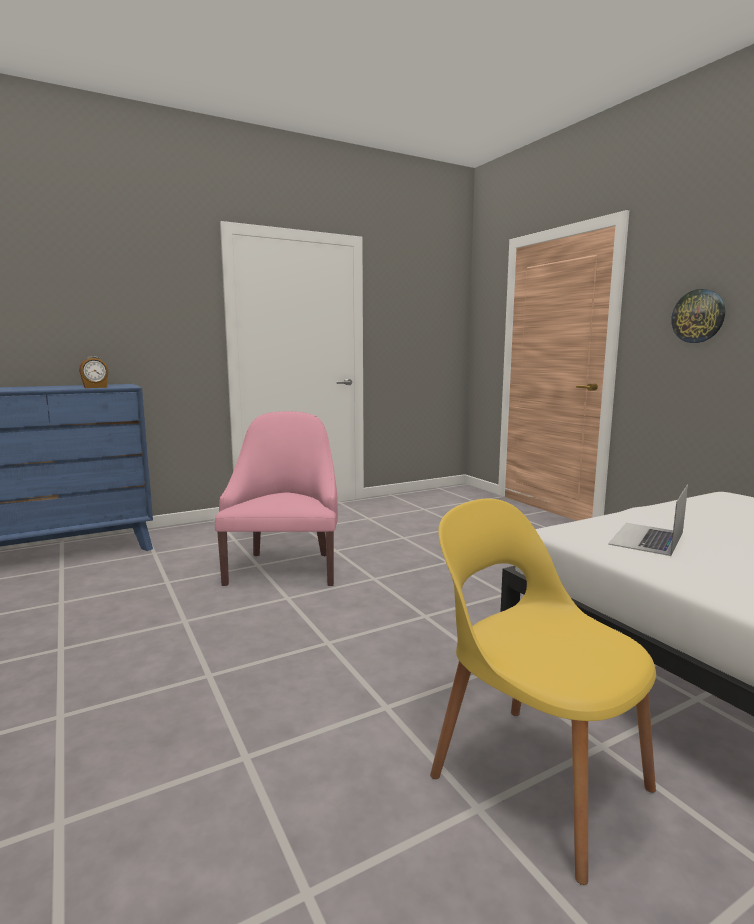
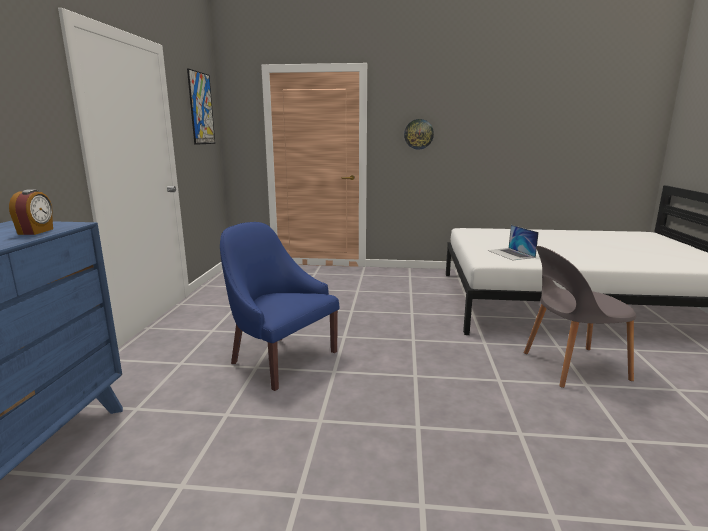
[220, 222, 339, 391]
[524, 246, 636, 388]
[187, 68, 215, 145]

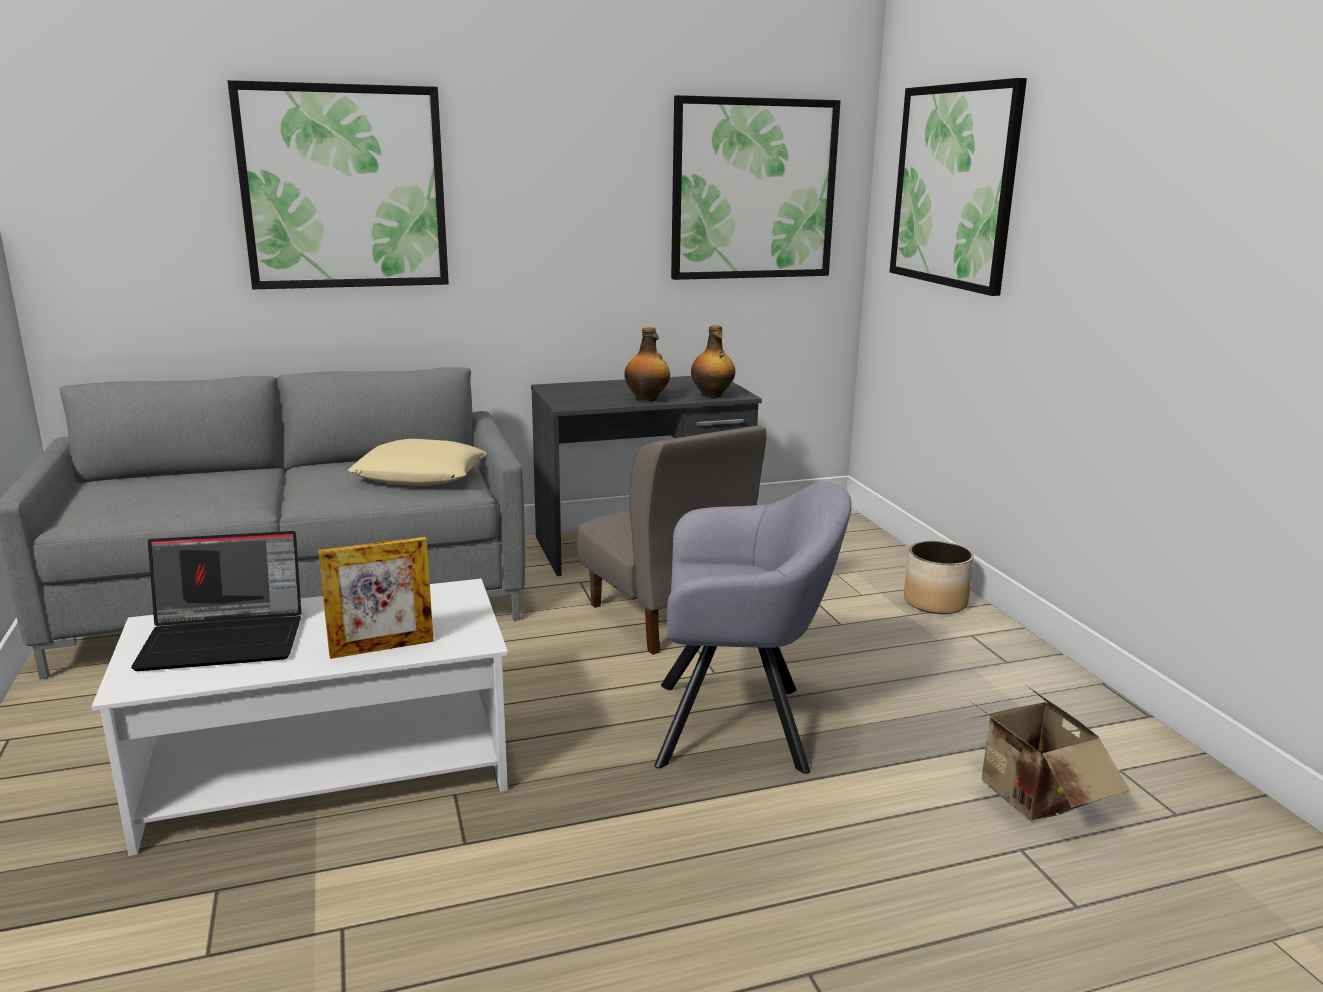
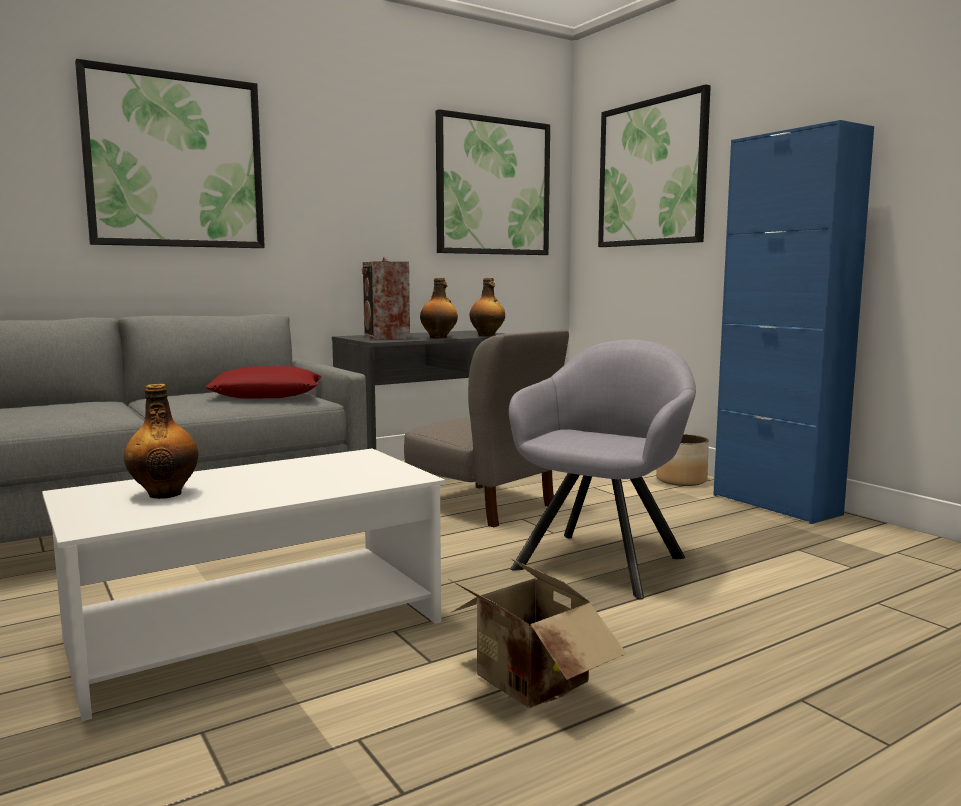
[124, 384, 198, 499]
[318, 536, 434, 659] (first image)
[205, 366, 321, 399]
[509, 339, 696, 599]
[447, 558, 627, 708]
[362, 257, 410, 340]
[713, 120, 874, 524]

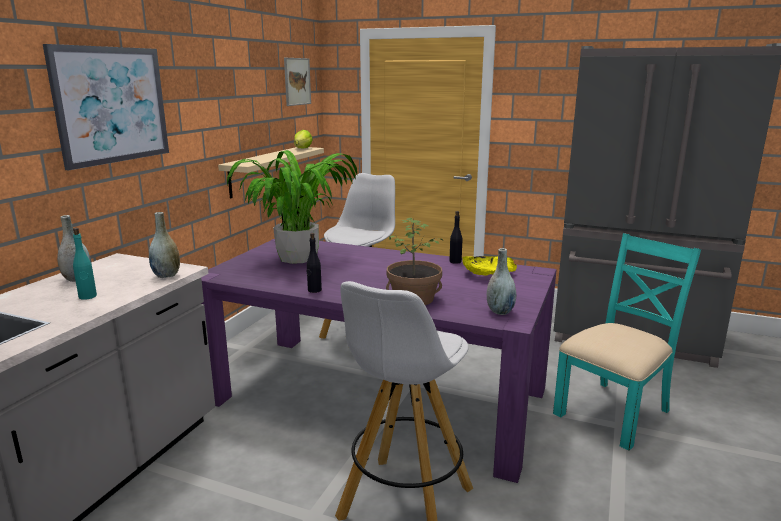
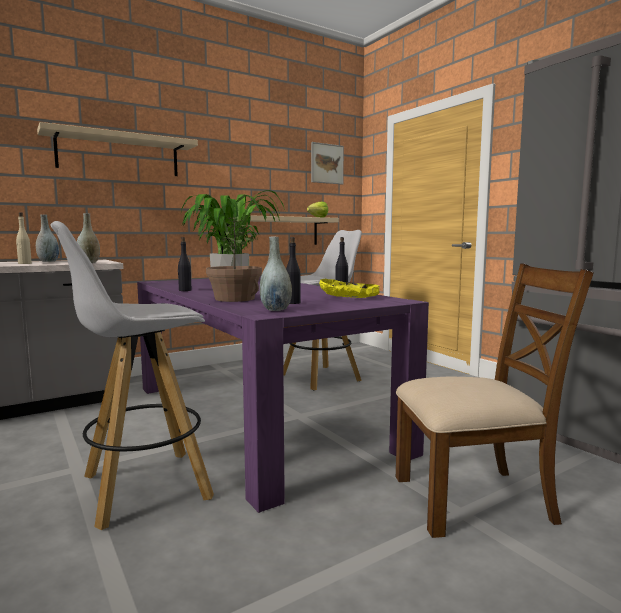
[37, 122, 198, 176]
[16, 212, 32, 264]
[396, 263, 594, 538]
[286, 237, 300, 304]

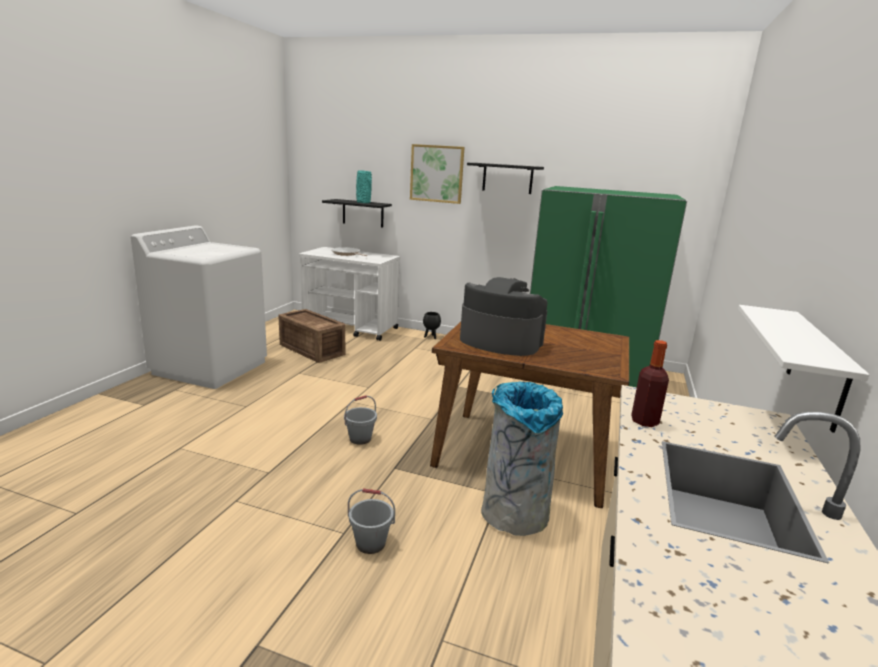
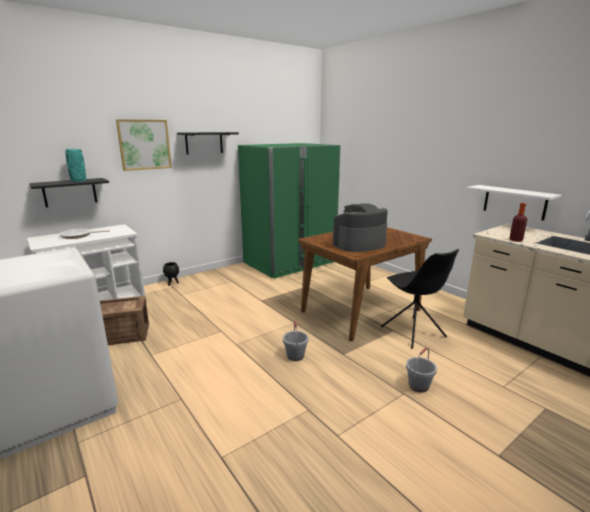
[381, 249, 459, 349]

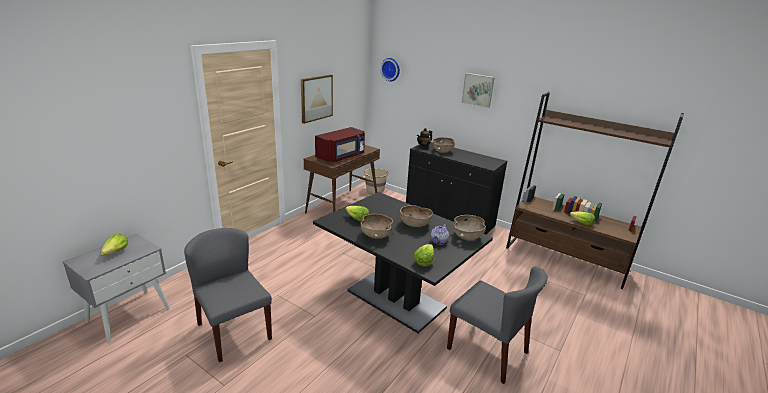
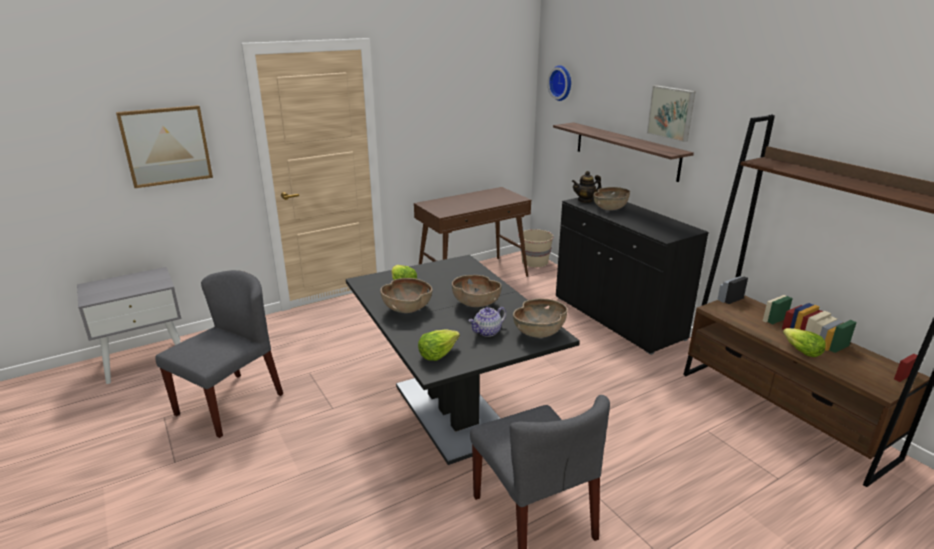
[100, 233, 128, 255] (first image)
[155, 270, 283, 438]
[116, 105, 213, 188]
[315, 127, 365, 163] (first image)
[553, 122, 694, 182]

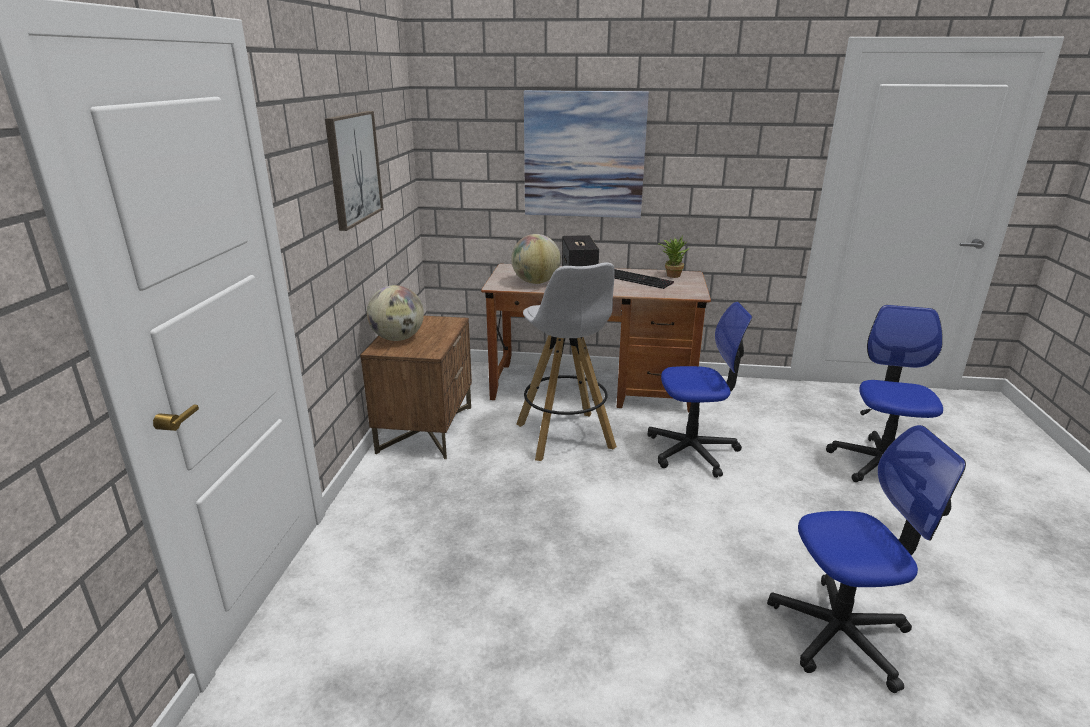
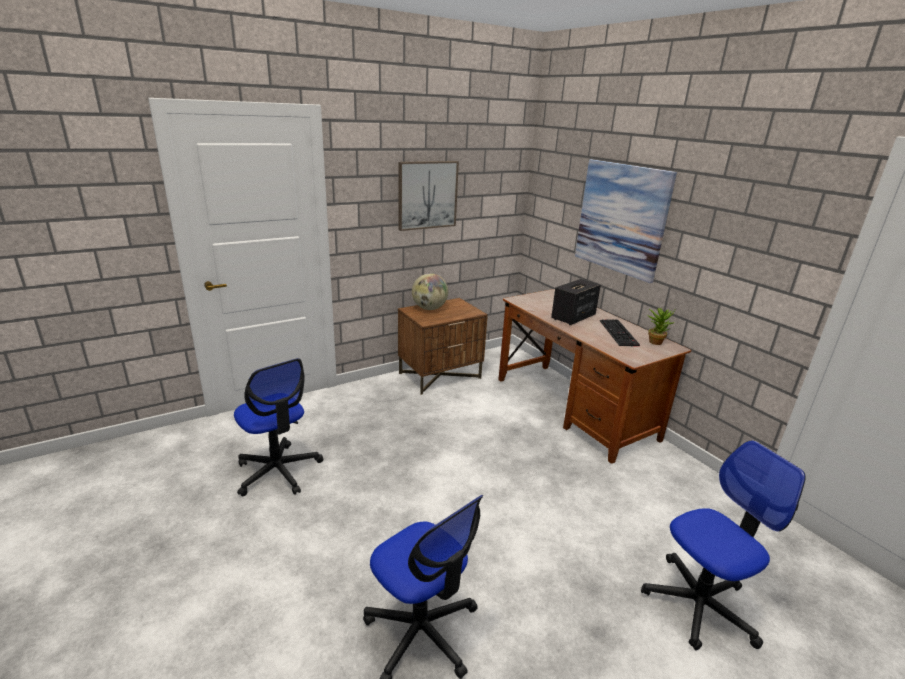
[511, 234, 561, 284] (first image)
[517, 262, 617, 461] (first image)
[234, 358, 323, 496]

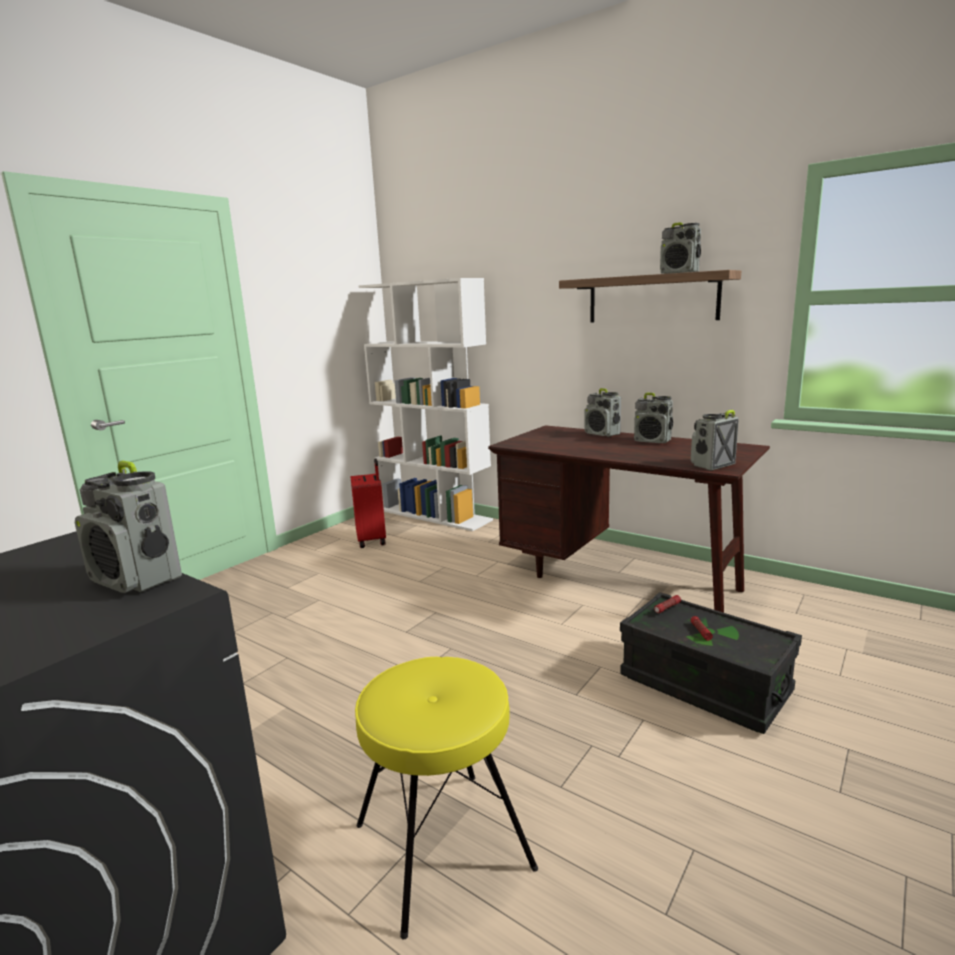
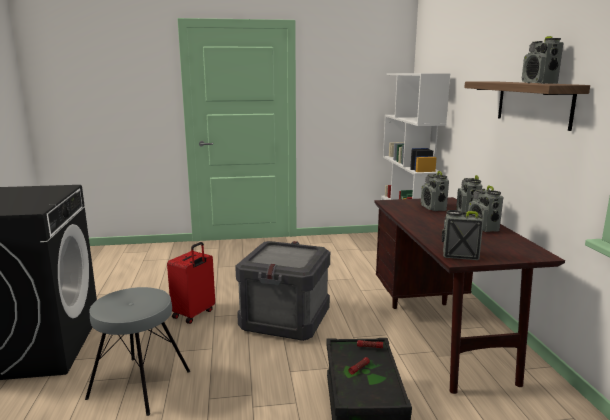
[421, 171, 449, 211]
[167, 242, 215, 324]
[85, 287, 190, 416]
[235, 241, 330, 341]

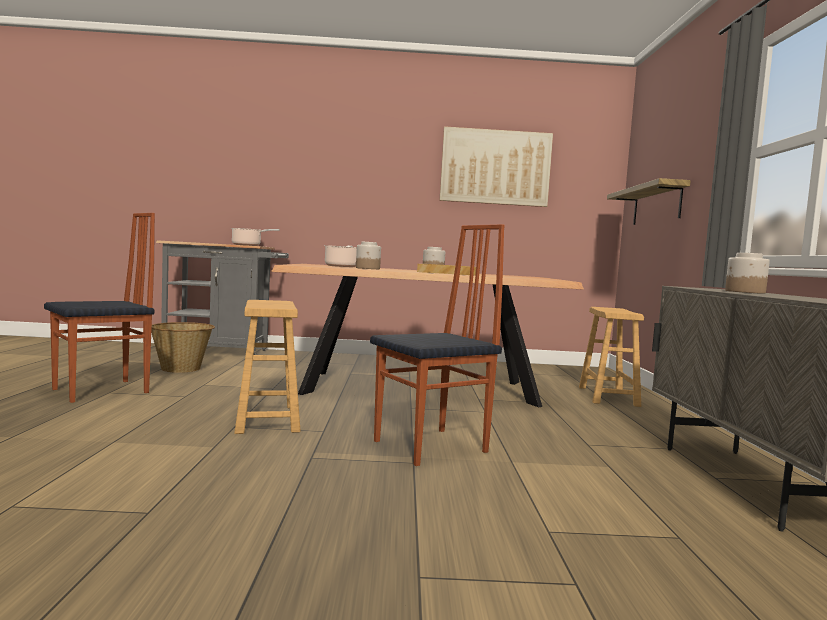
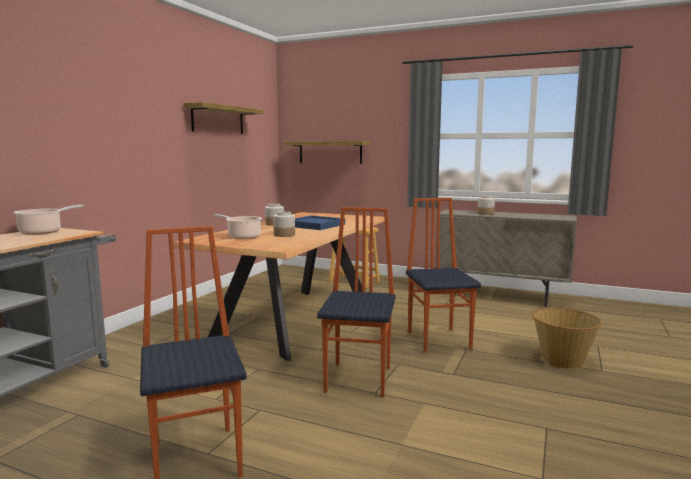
[532, 308, 602, 369]
[317, 207, 395, 398]
[295, 215, 345, 230]
[184, 102, 263, 134]

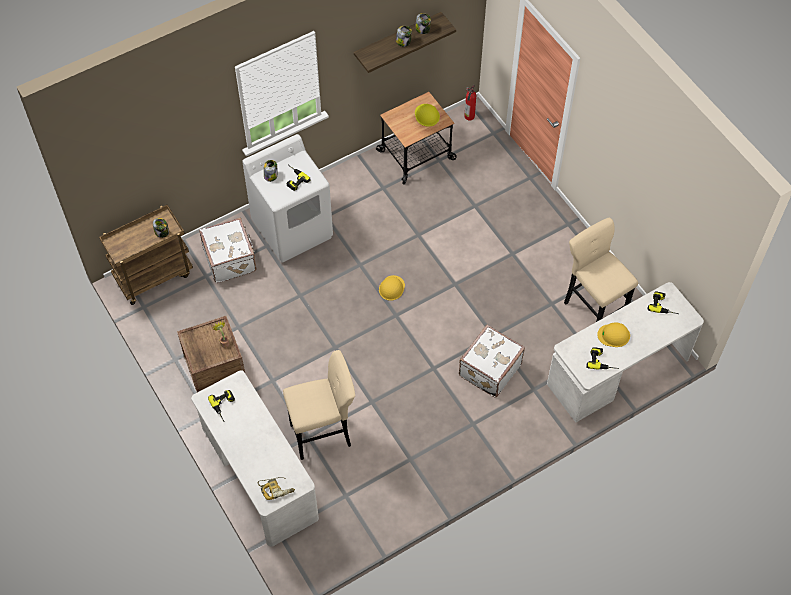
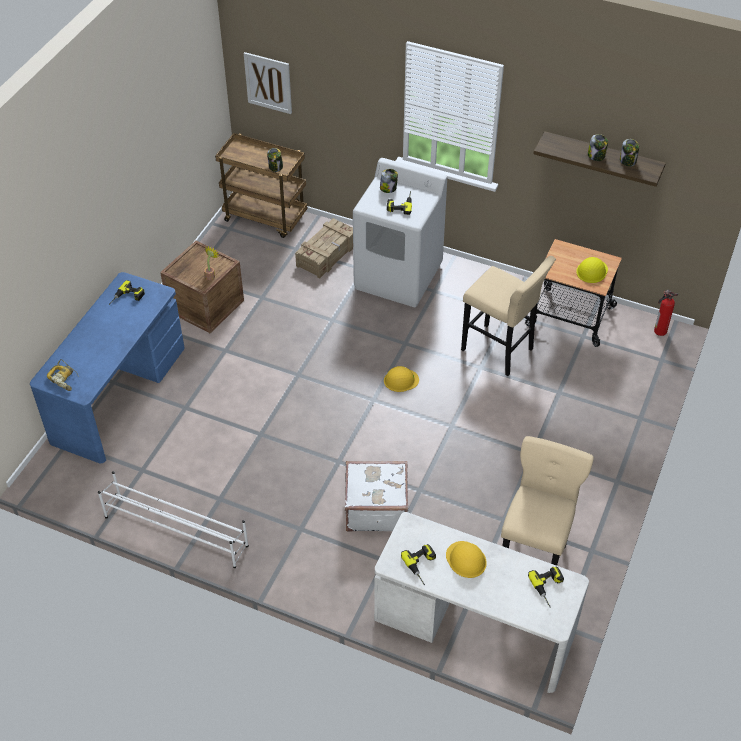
[30, 272, 185, 464]
[295, 218, 353, 279]
[461, 256, 556, 376]
[98, 471, 249, 568]
[244, 52, 292, 114]

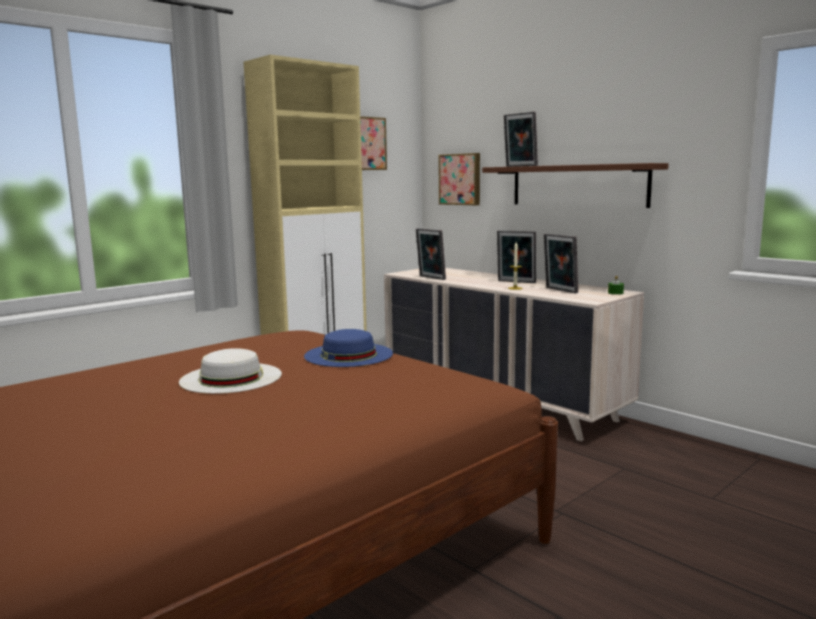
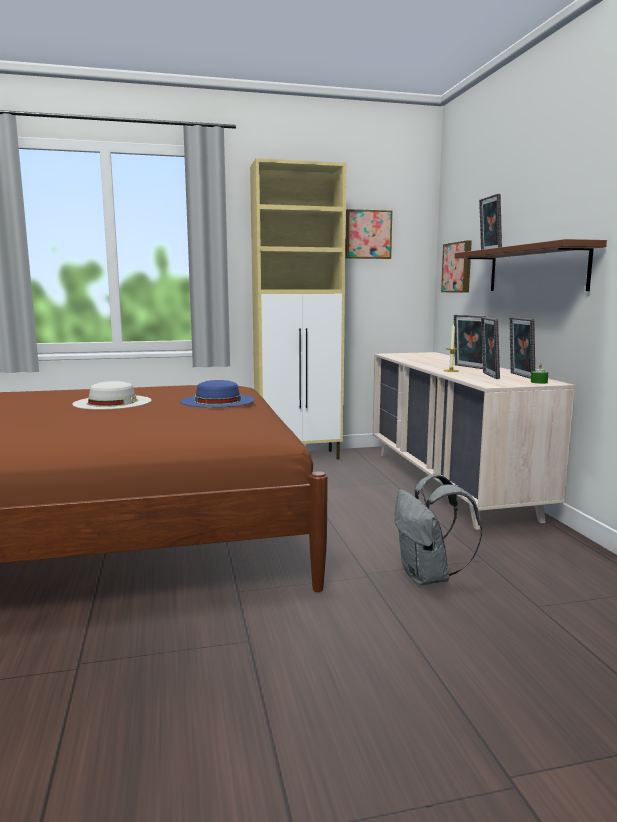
[509, 317, 535, 379]
[394, 474, 482, 585]

